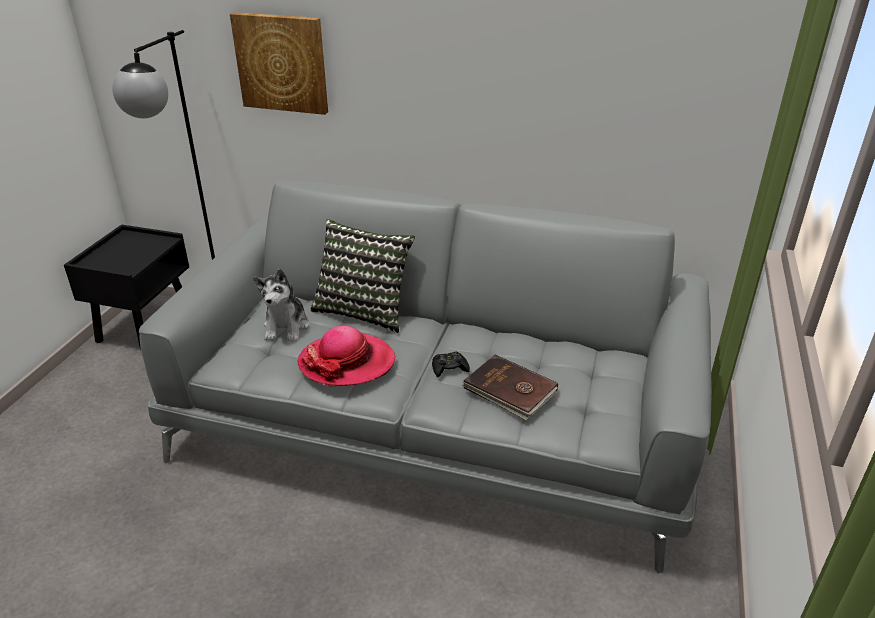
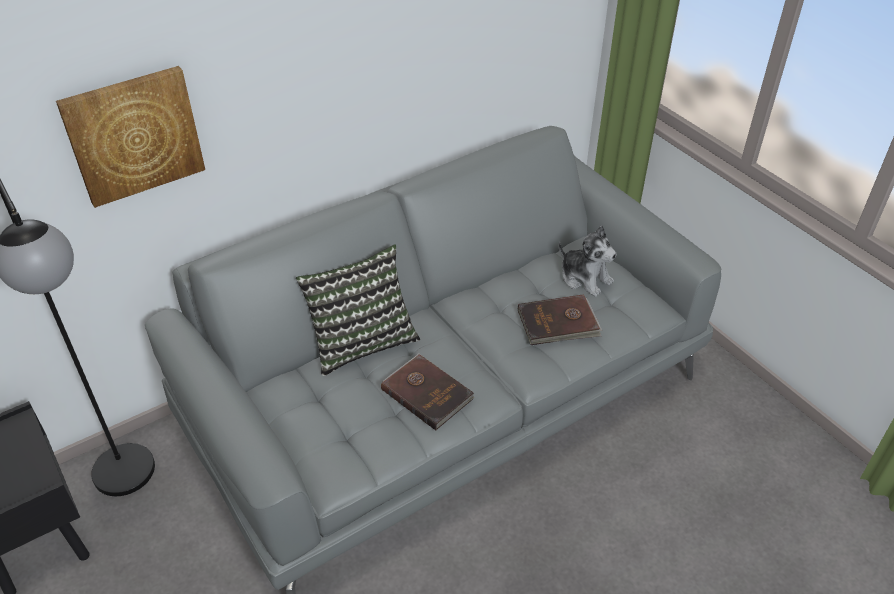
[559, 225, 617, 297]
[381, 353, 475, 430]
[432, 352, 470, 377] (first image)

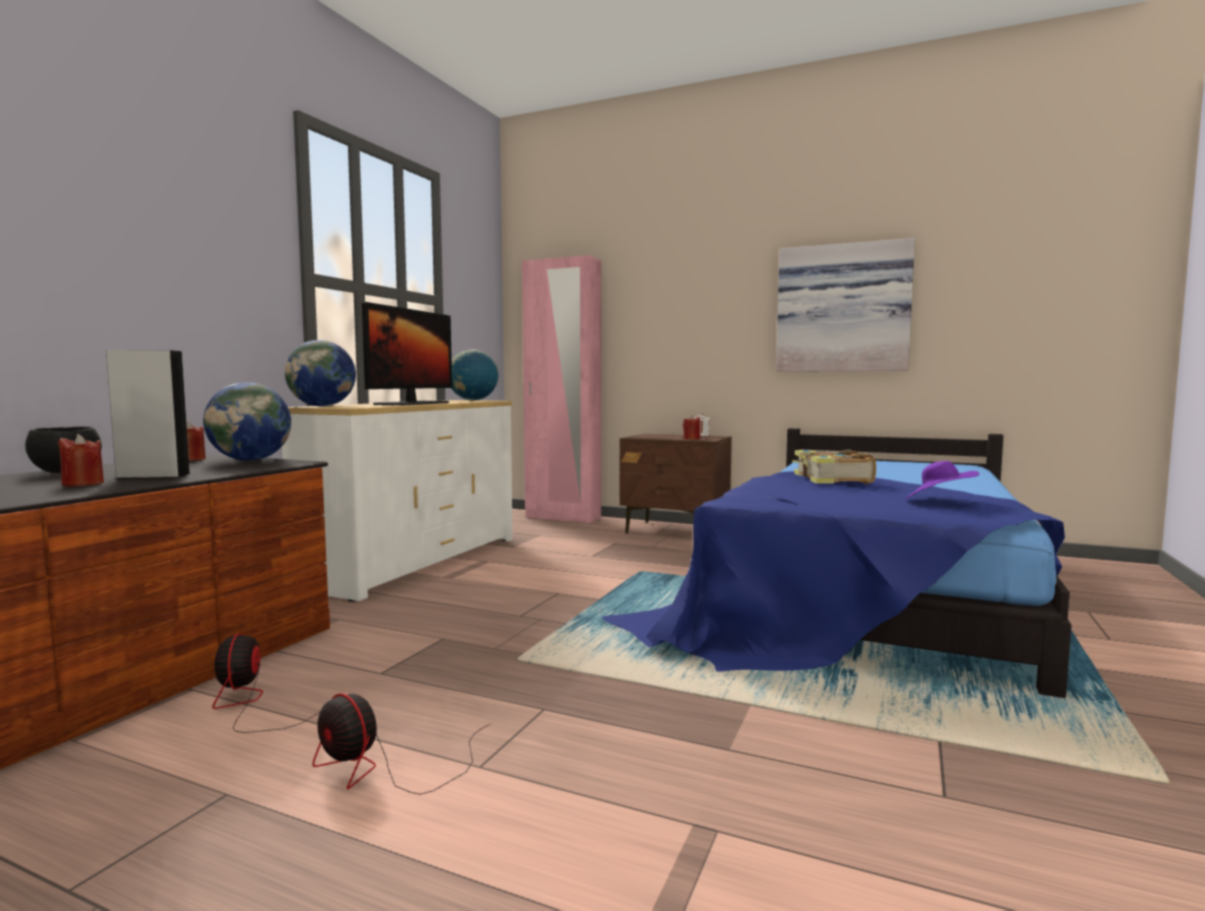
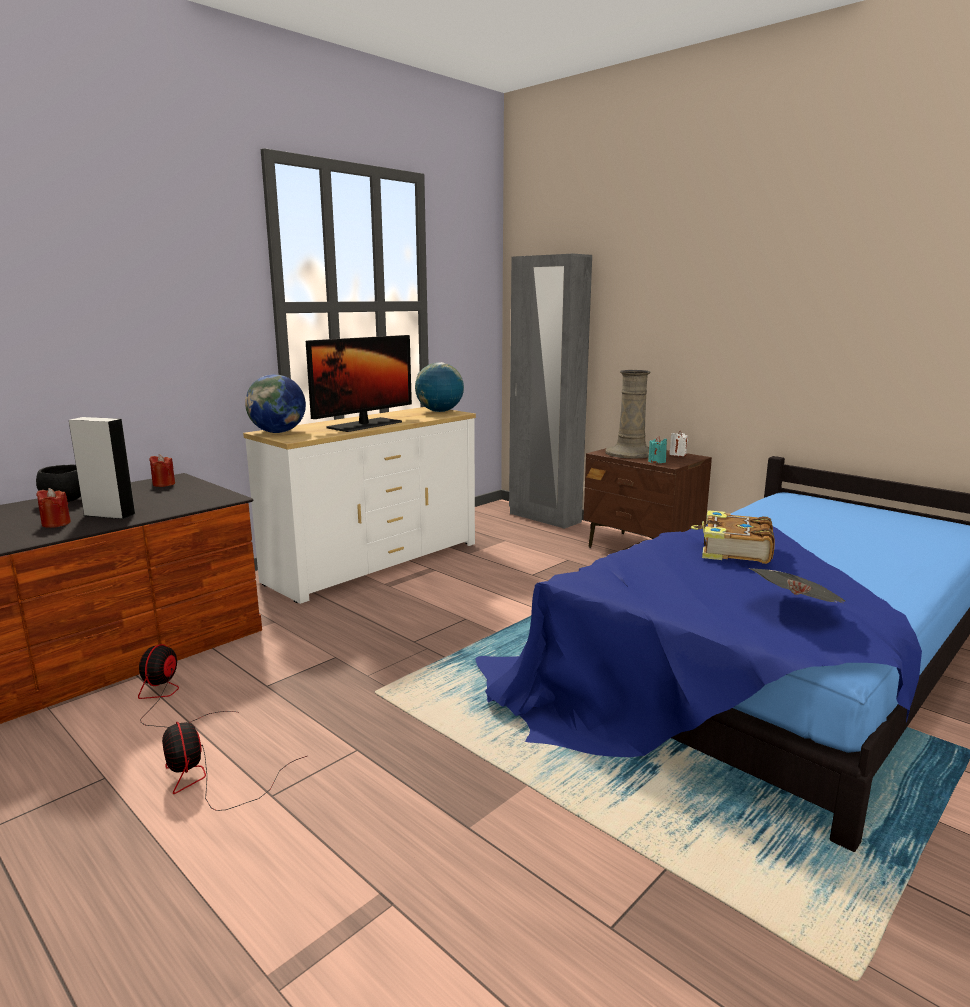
[203, 382, 291, 461] (first image)
[509, 254, 592, 529]
[648, 436, 667, 463]
[776, 238, 915, 371] (first image)
[749, 568, 846, 603]
[605, 370, 651, 459]

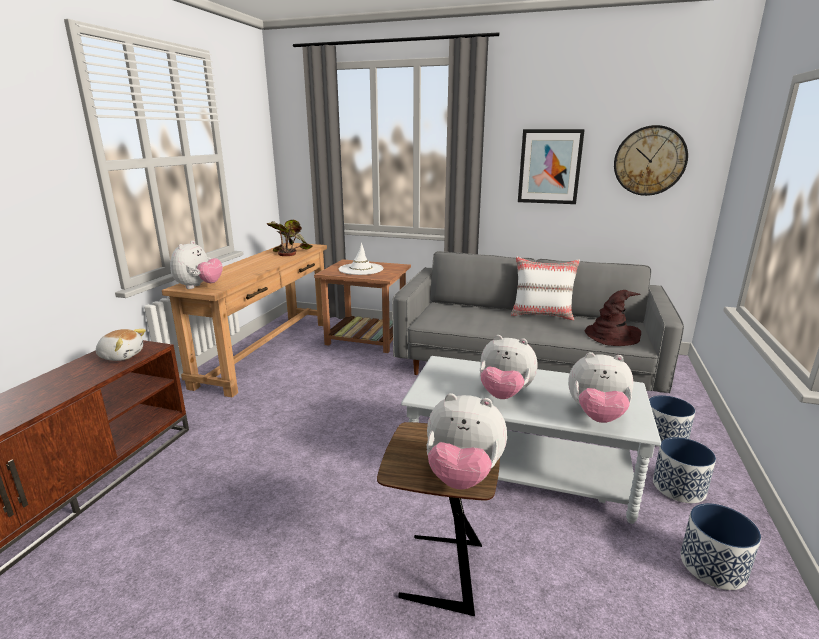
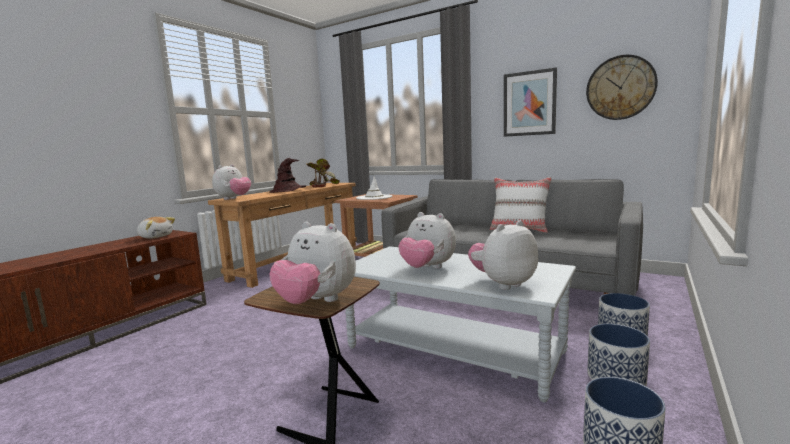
[468, 221, 538, 290]
[270, 158, 306, 193]

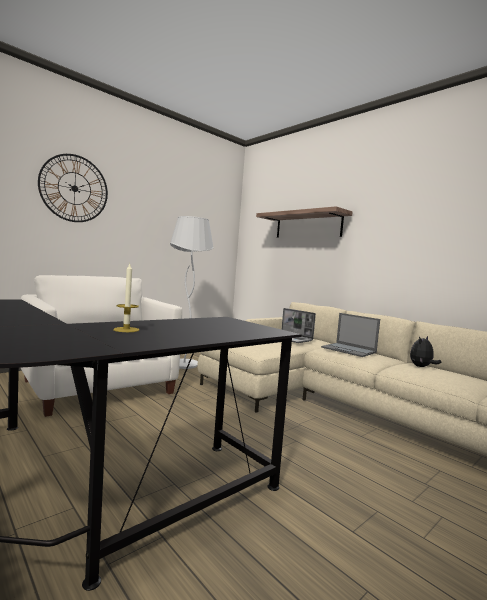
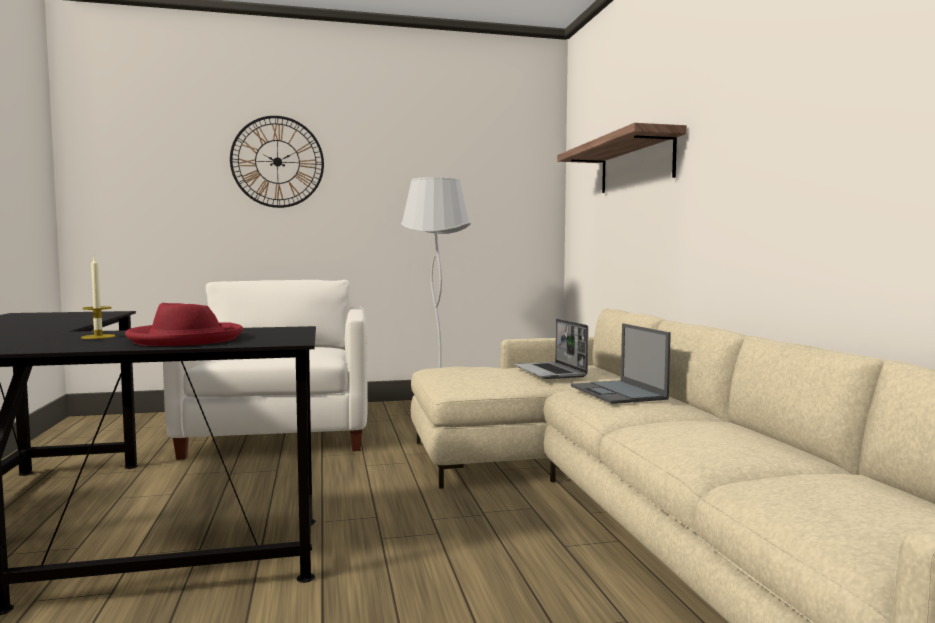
[410, 336, 441, 367] (first image)
[125, 303, 243, 346]

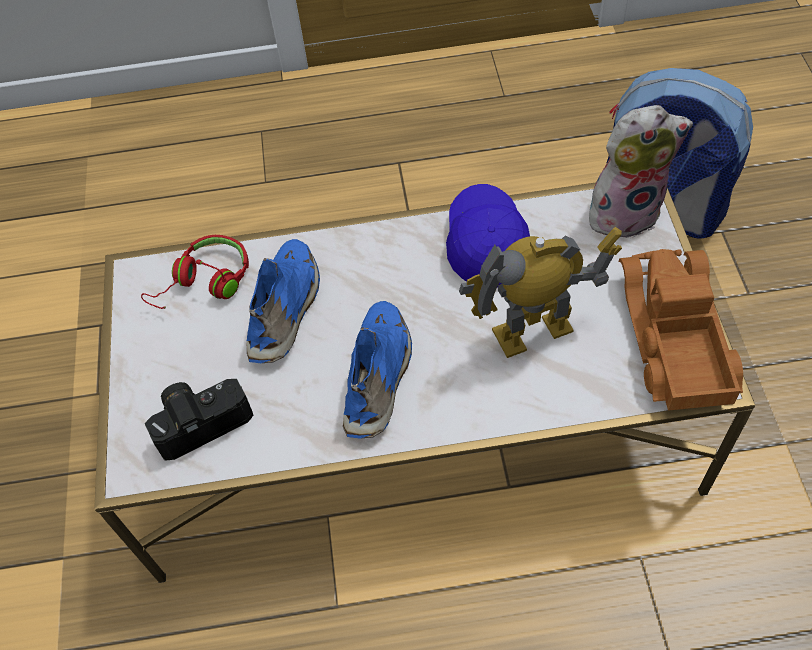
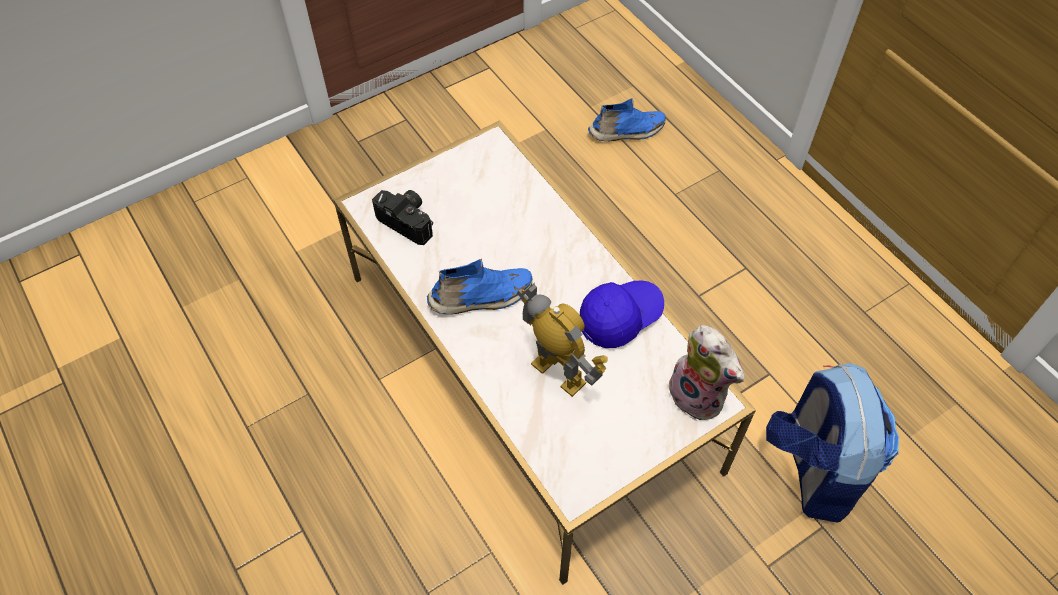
[141, 235, 249, 309] (first image)
[588, 98, 666, 141]
[619, 249, 743, 411] (first image)

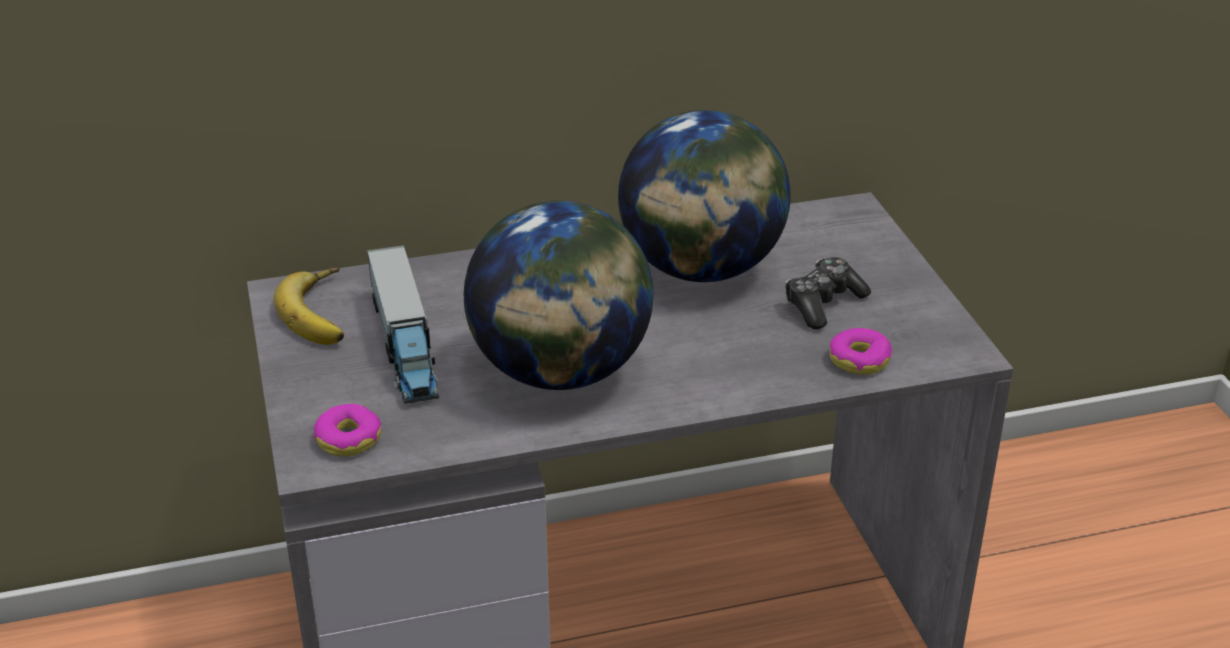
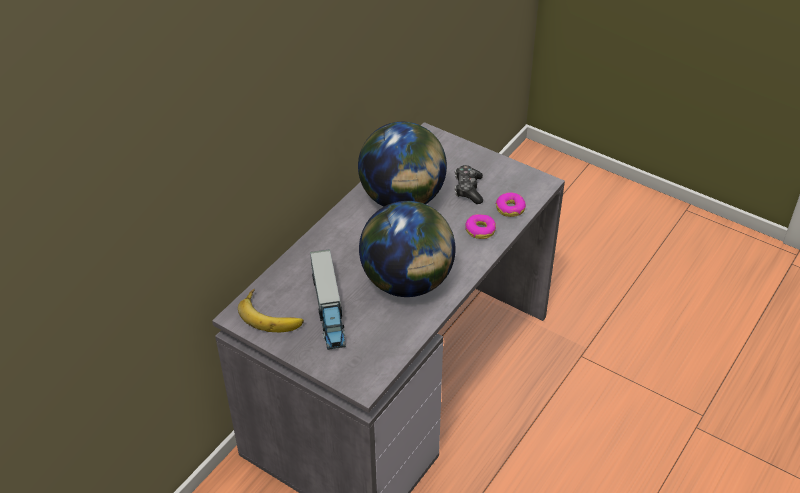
[465, 214, 496, 239]
[310, 249, 346, 350]

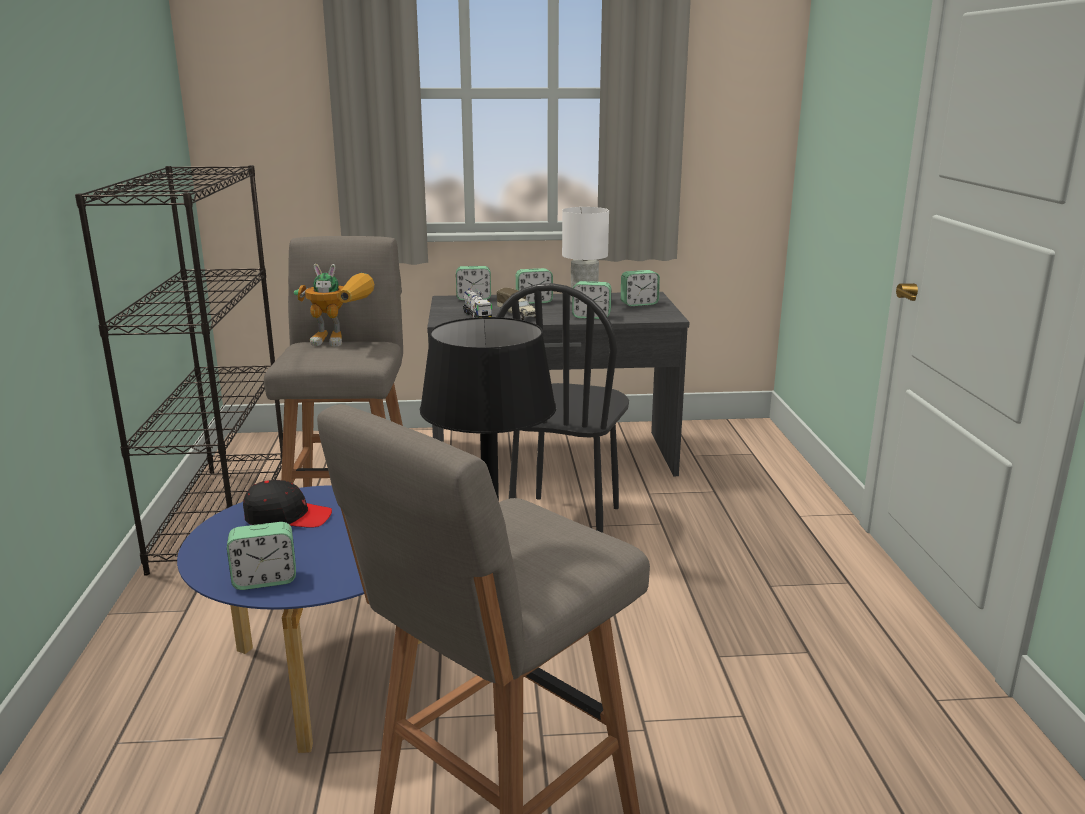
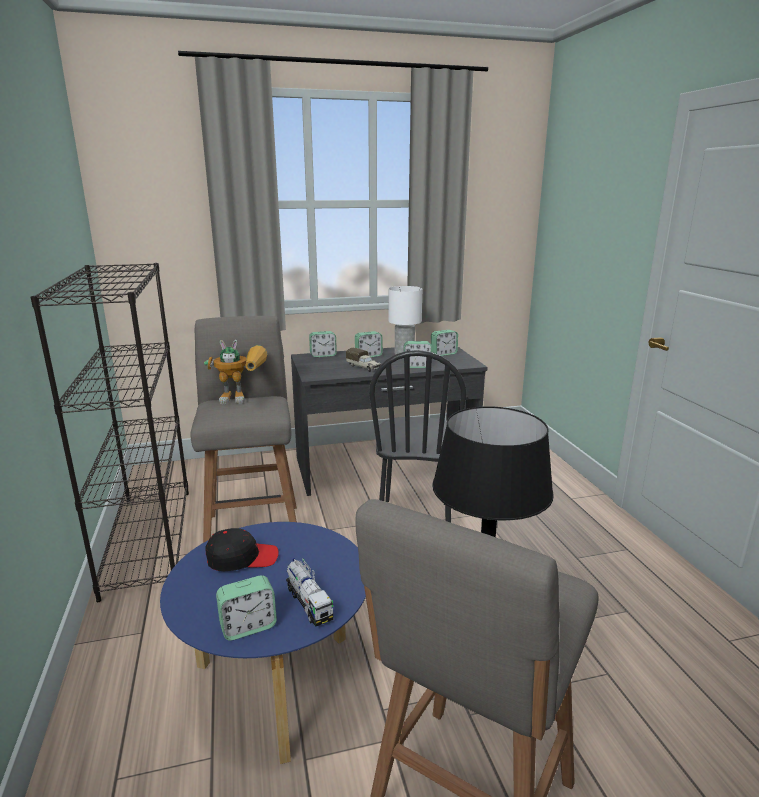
[286, 558, 333, 627]

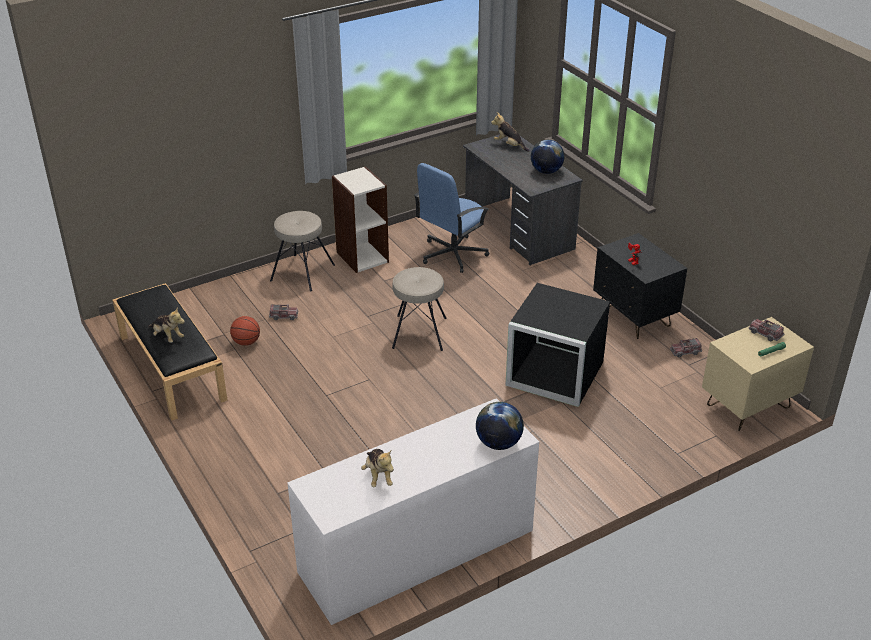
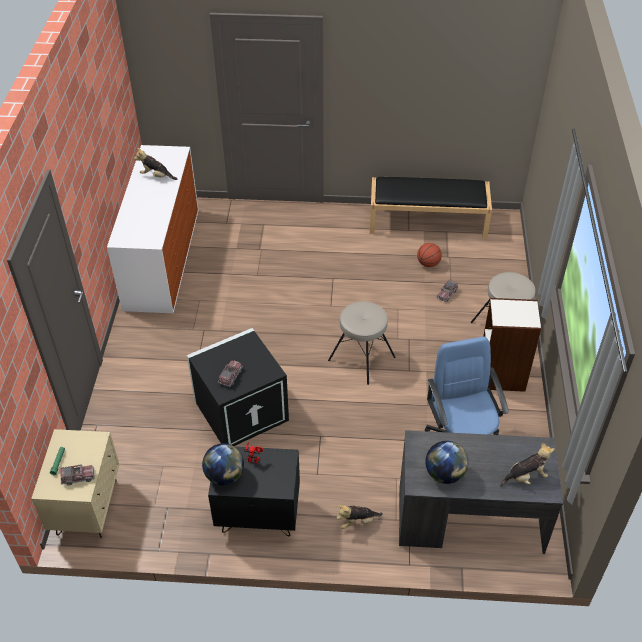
[337, 505, 383, 529]
[202, 443, 244, 485]
[218, 360, 243, 387]

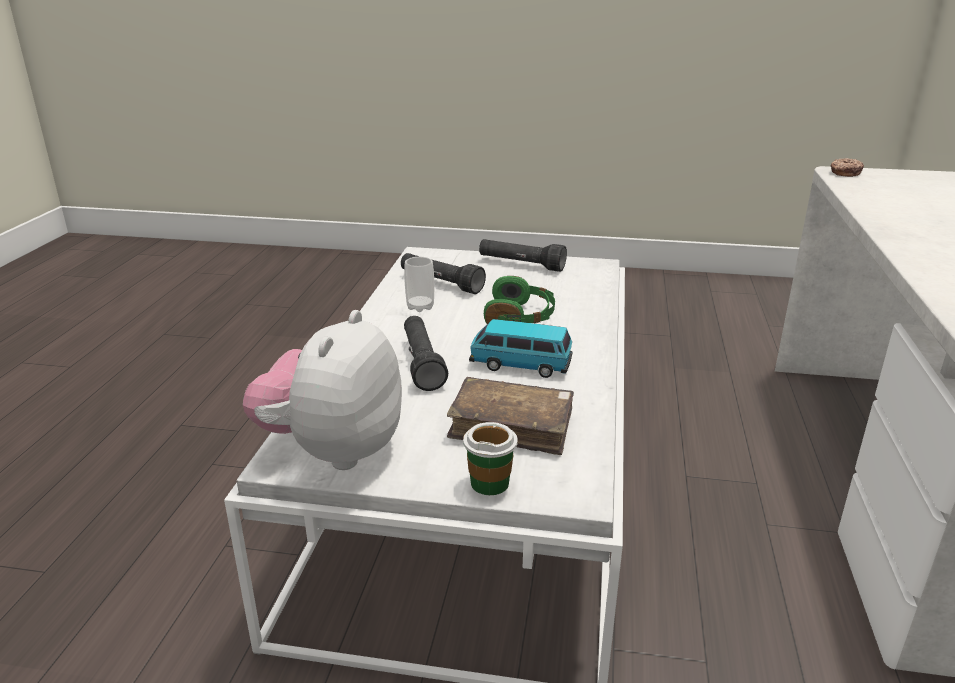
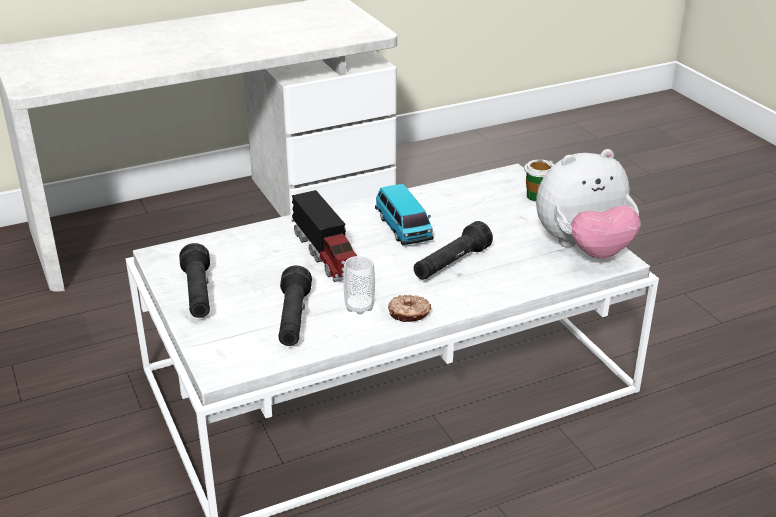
[447, 377, 574, 455] (first image)
[291, 190, 357, 282]
[388, 295, 431, 322]

